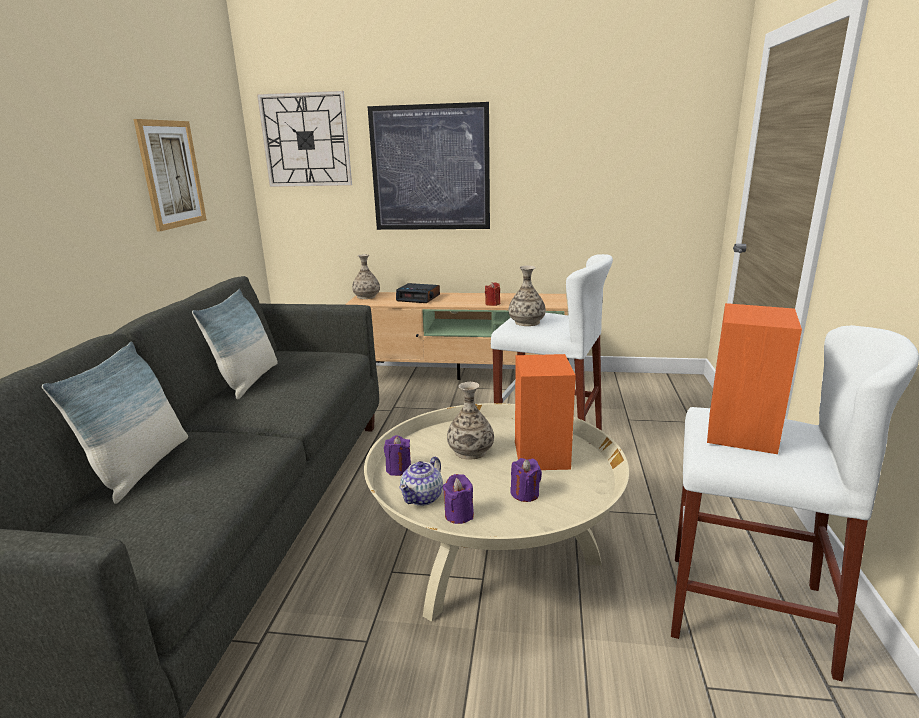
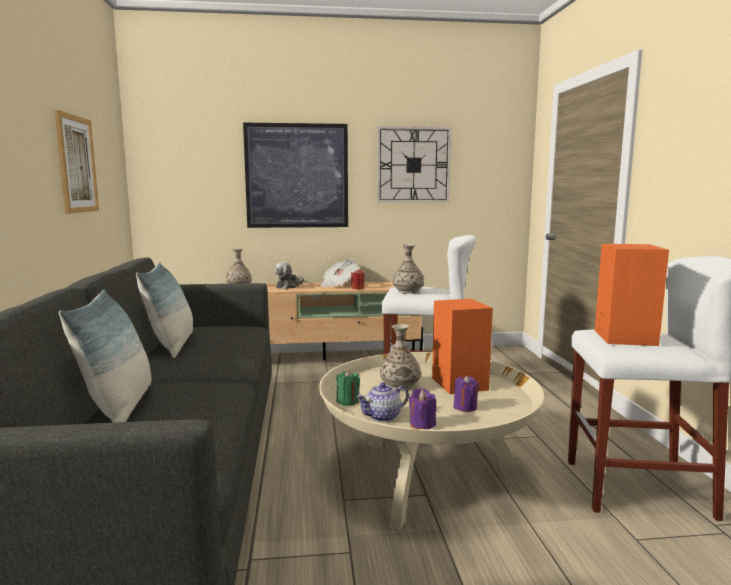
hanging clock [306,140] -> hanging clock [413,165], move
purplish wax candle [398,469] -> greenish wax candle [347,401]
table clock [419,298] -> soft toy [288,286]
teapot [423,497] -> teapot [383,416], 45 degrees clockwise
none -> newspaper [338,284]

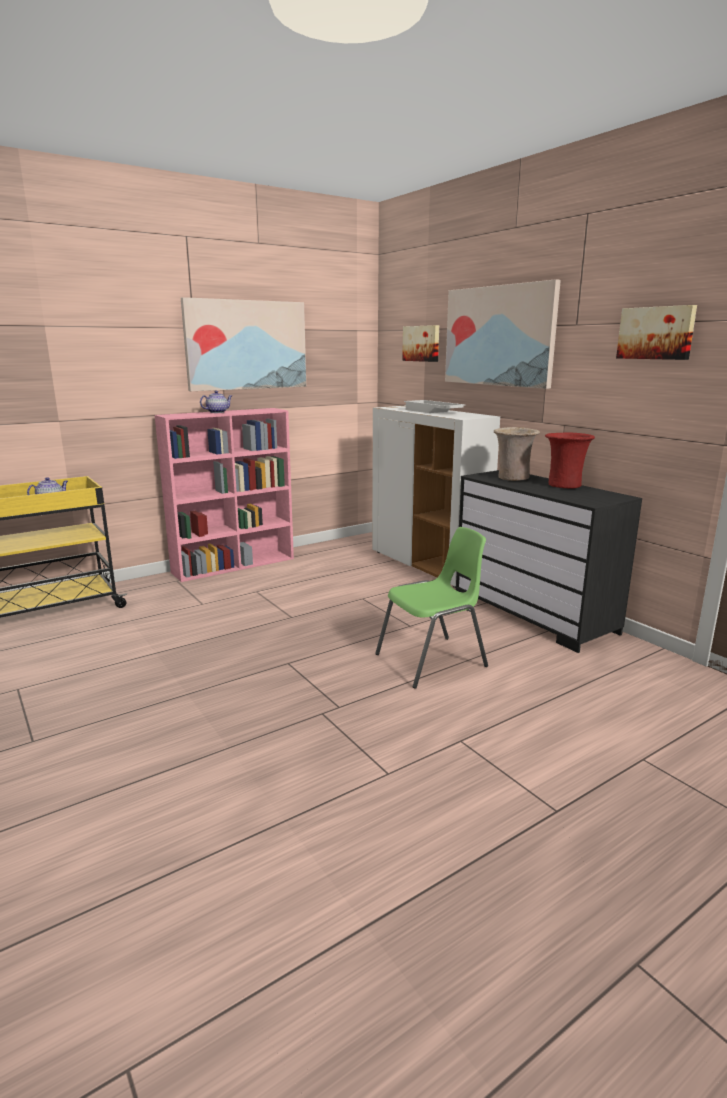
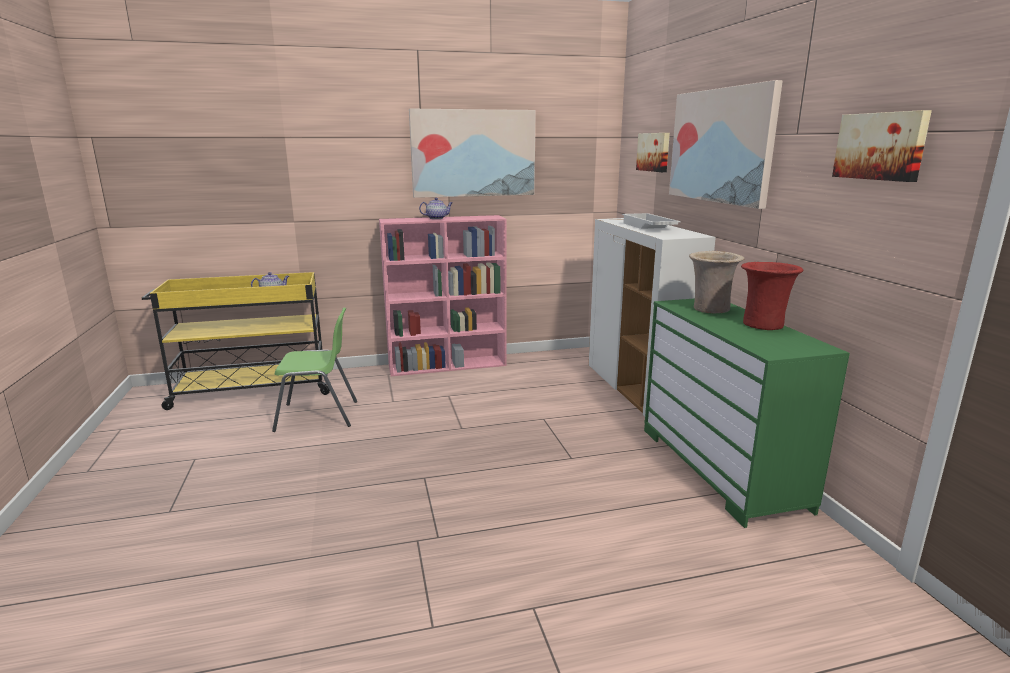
greenish plain chair [433,661] -> greenish plain chair [318,416], move
black chest of drawers [533,613] -> greenish chest of drawers [721,467]

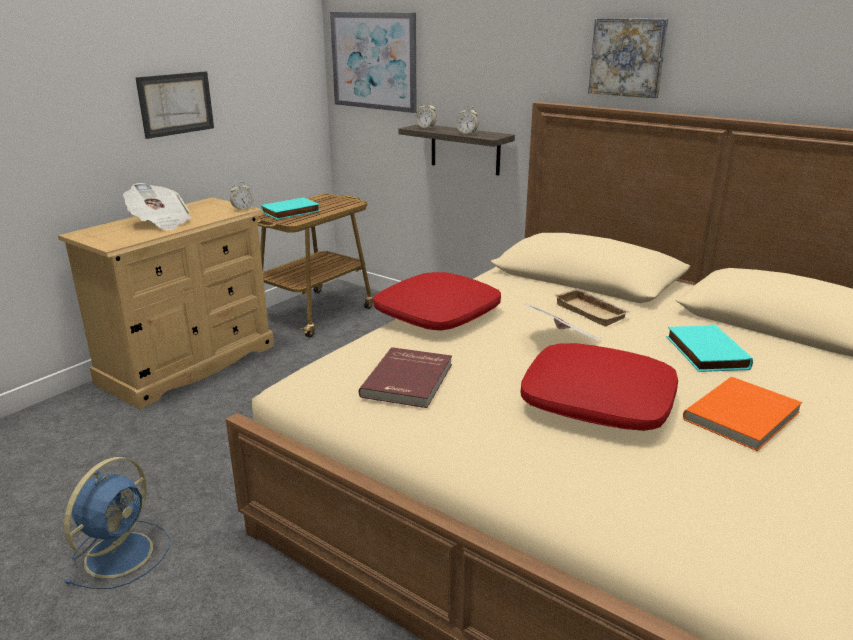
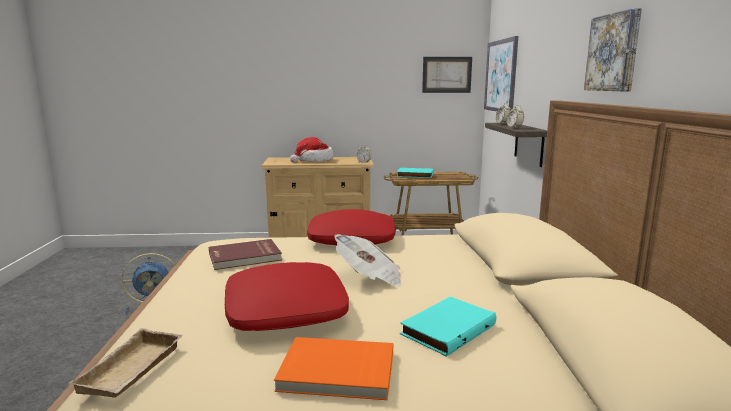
newspaper [160,223] -> clothing hat [313,160]
wall art [176,104] -> wall art [446,74], move
sand-coloured serving tray [592,312] -> sand-coloured serving tray [133,370], move

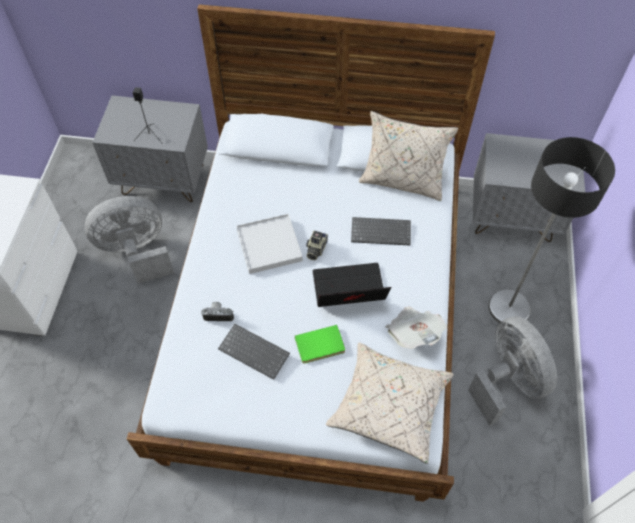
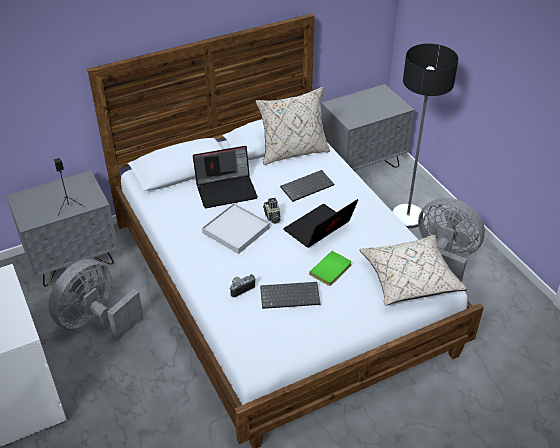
newspaper [413,333] -> none
none -> notebook computer [227,190]

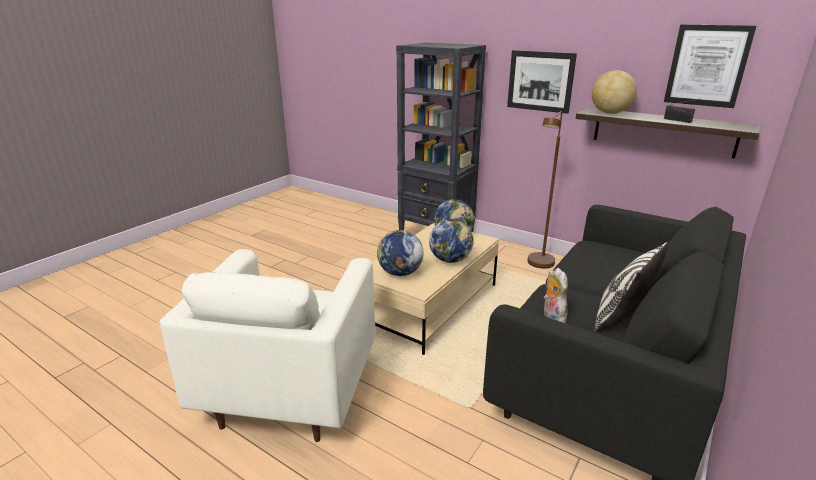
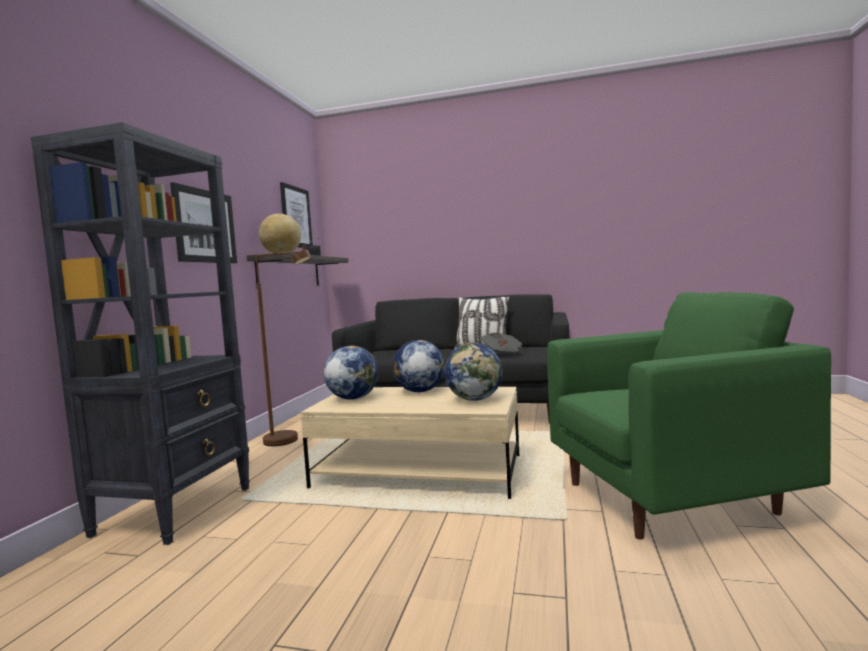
white-coloured armchair [291,391] -> greenish armchair [668,498]
soft toy [551,317] -> newspaper [503,354]

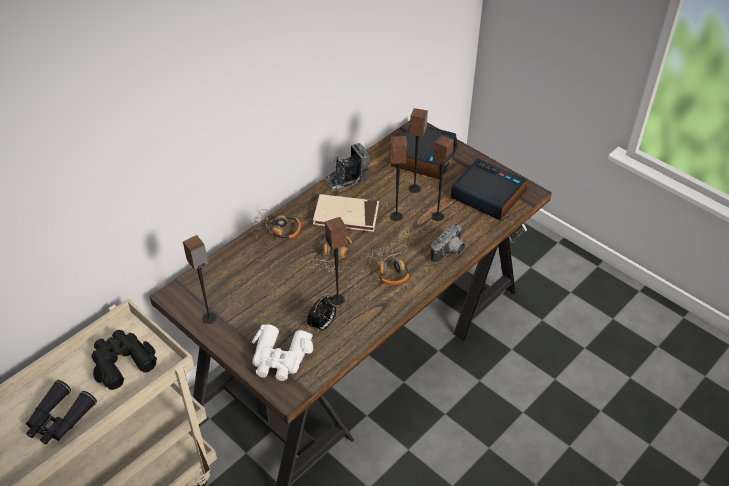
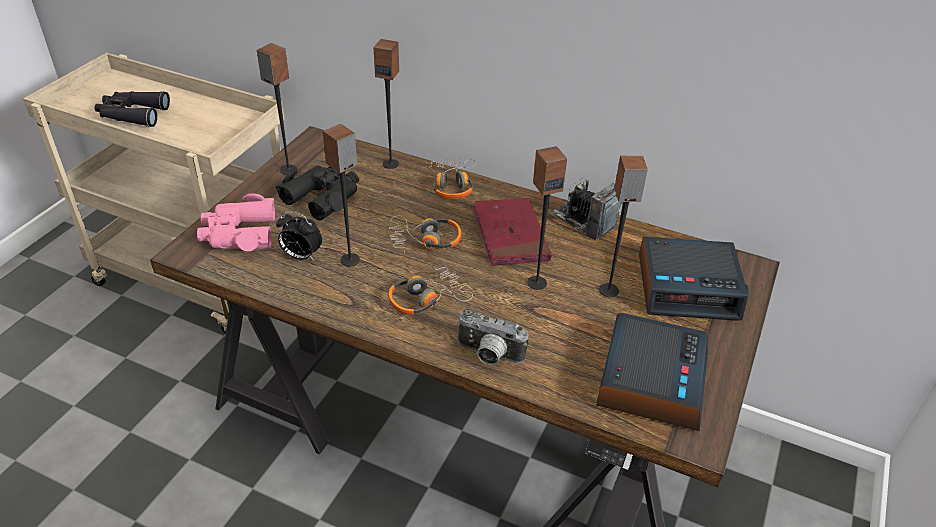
black field glasses [122,361] -> black field glasses [323,196], move
white-coloured field glasses [280,358] -> pink-coloured field glasses [239,234]
sand-coloured volume [346,215] -> red-coloured volume [510,235]
speaker [437,216] -> speaker [391,164], move

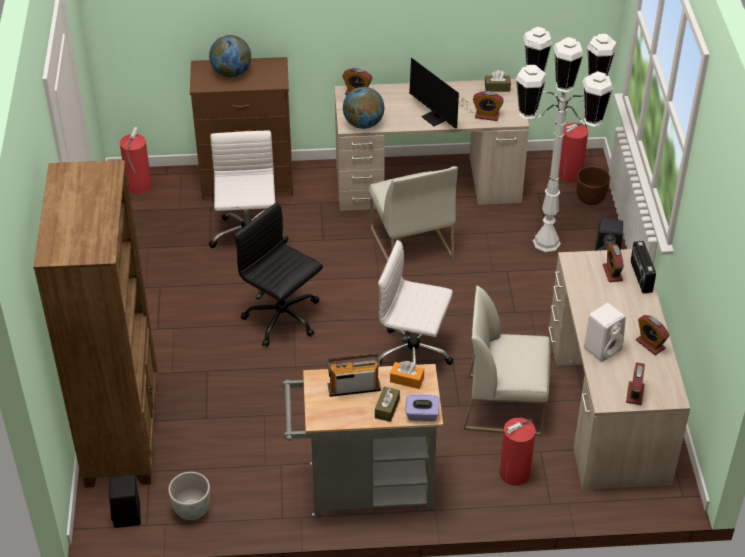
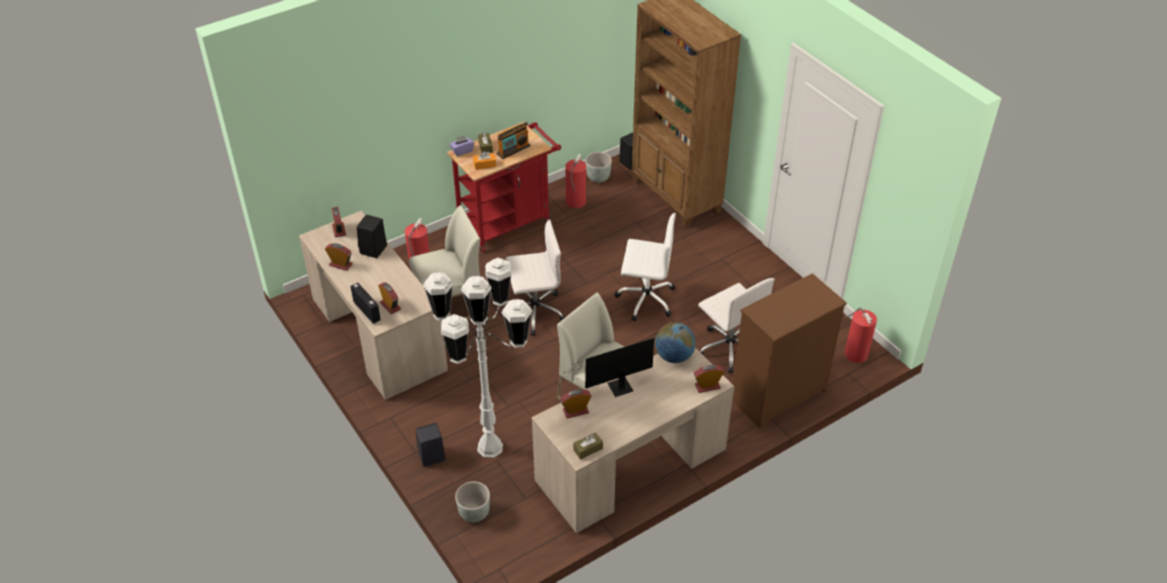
world globe [231,73] -> none
black office chair [283,319] -> white-coloured office chair [645,299]
grey wheeled cart [362,490] -> red-coloured wheeled cart [509,222]
computer display [436,120] -> computer display [616,387], 45 degrees counterclockwise
fire-fighting cylinder [571,173] -> fire-fighting cylinder [575,202], move
brown-coloured planter [591,199] -> grey planter [474,513]
white-coloured speaker [603,348] -> black speaker [373,250]

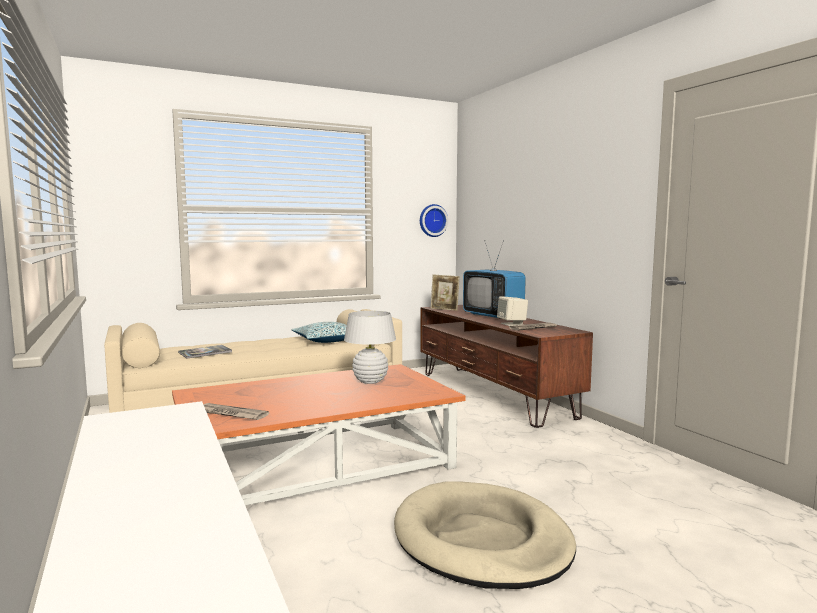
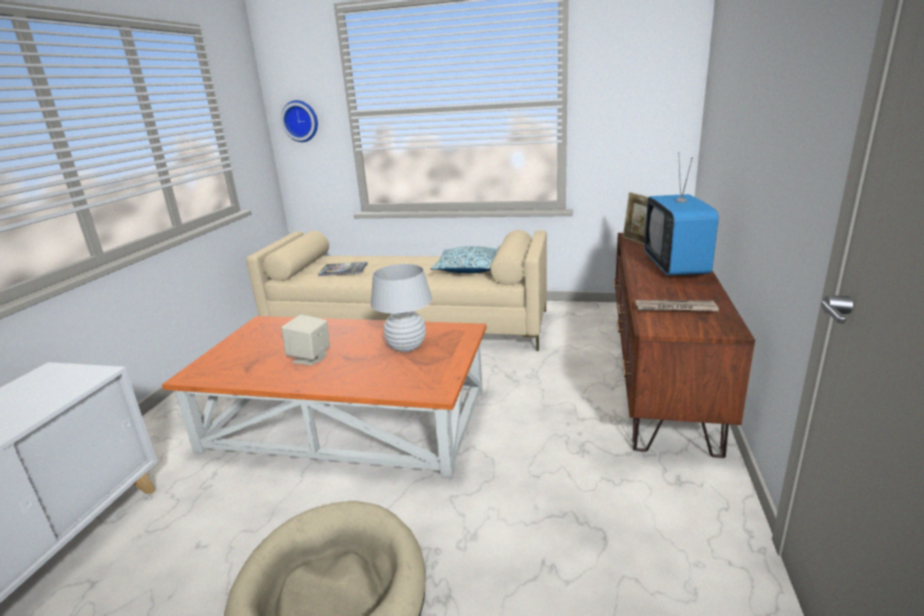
newspaper [230,414] -> none
hanging clock [432,220] -> hanging clock [301,121], move
sand-coloured speaker [512,324] -> sand-coloured speaker [310,358], move

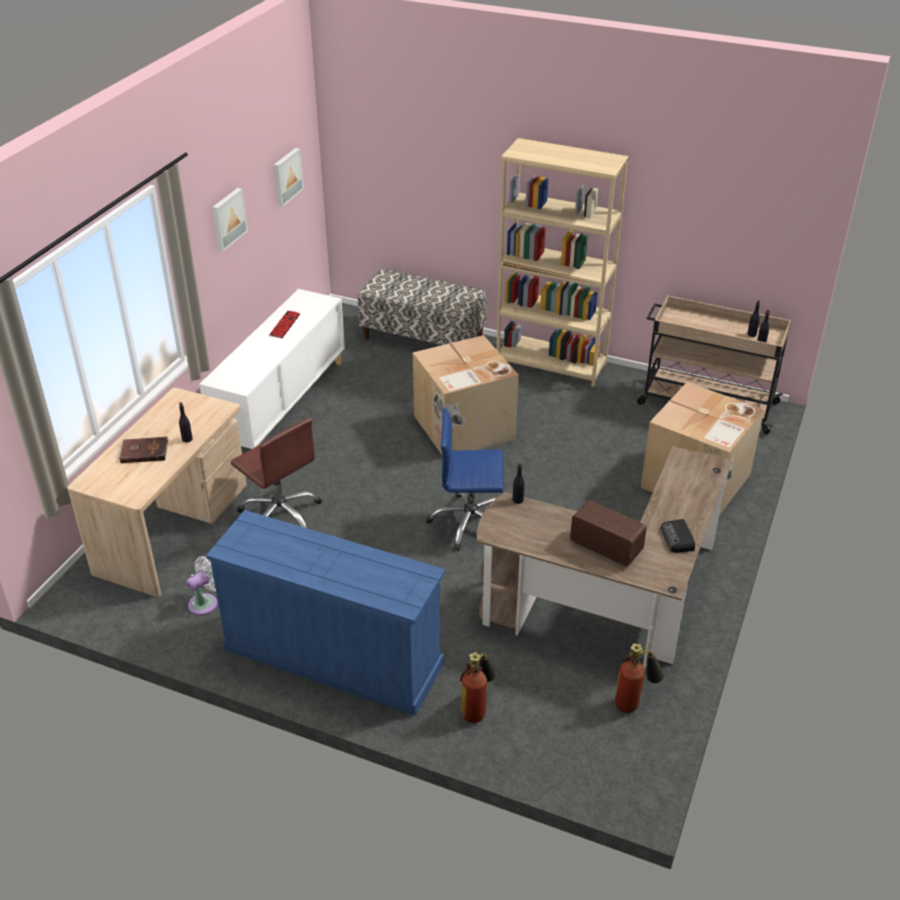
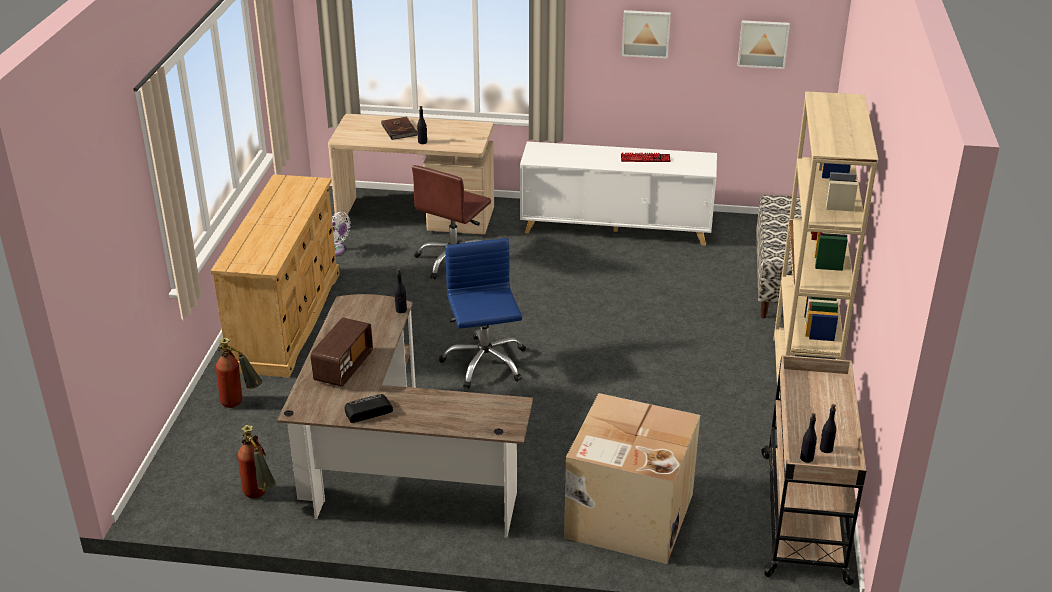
bluish chest of drawers [332,657] -> sand-coloured chest of drawers [286,319]
carton [463,428] -> none

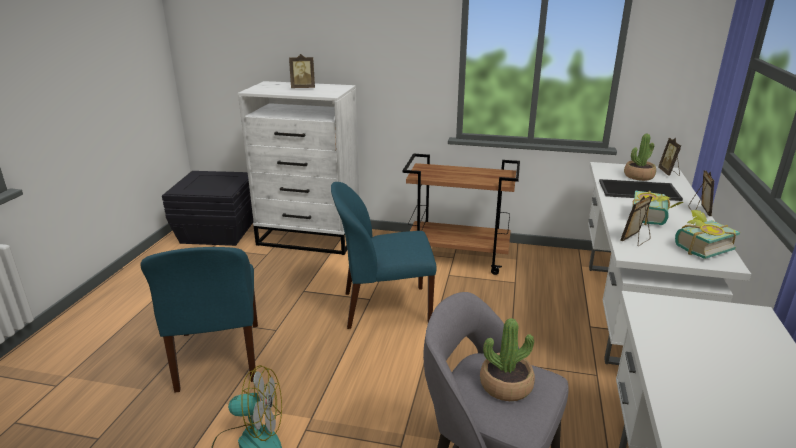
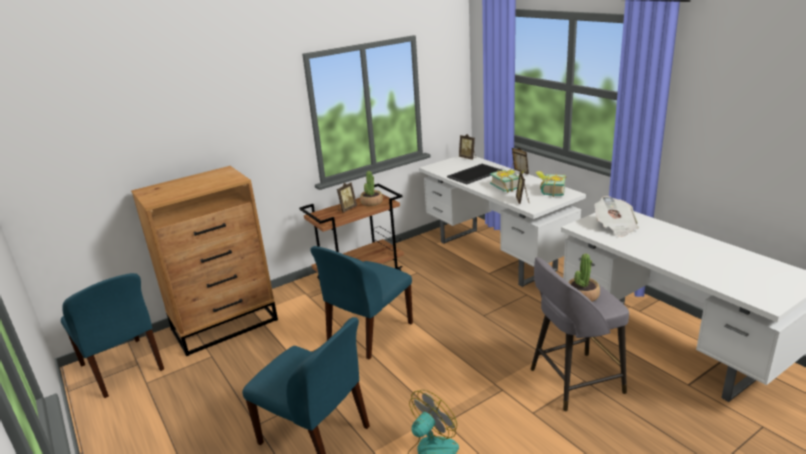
black storage bin [217,231] -> bluish plain chair [123,368]
white-coloured chest of drawers [310,238] -> brown-coloured chest of drawers [225,324]
standing frame [303,88] -> standing frame [346,209], move
potted plant [638,176] -> potted plant [371,202], move
none -> newspaper [615,227]

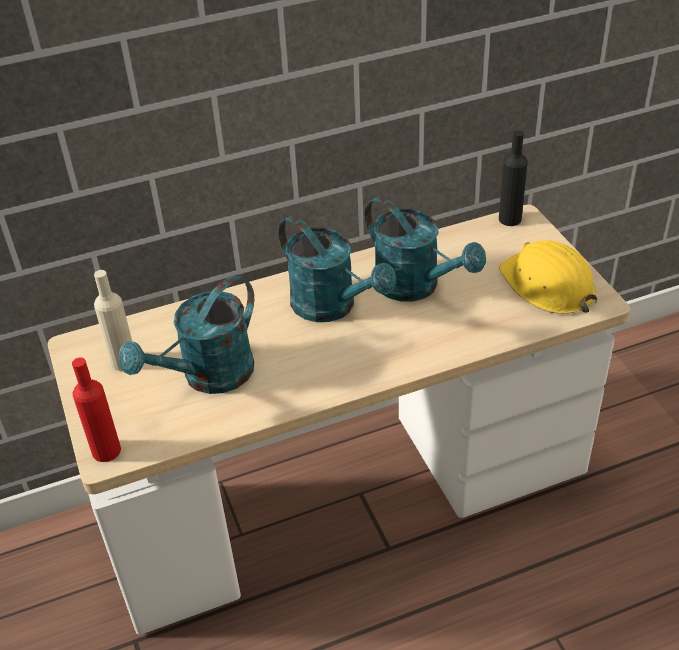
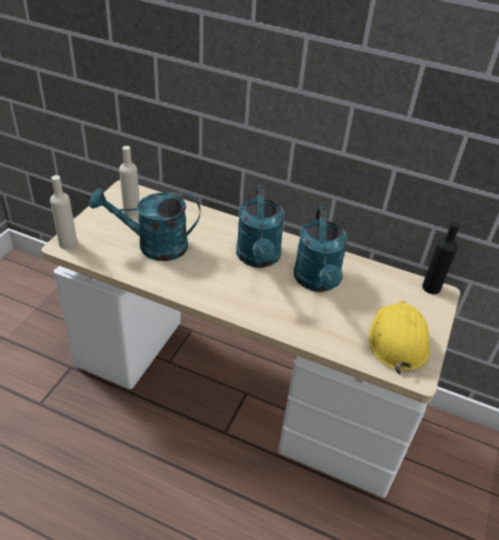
red-coloured drink bottle [106,450] -> sand-coloured drink bottle [68,243]

